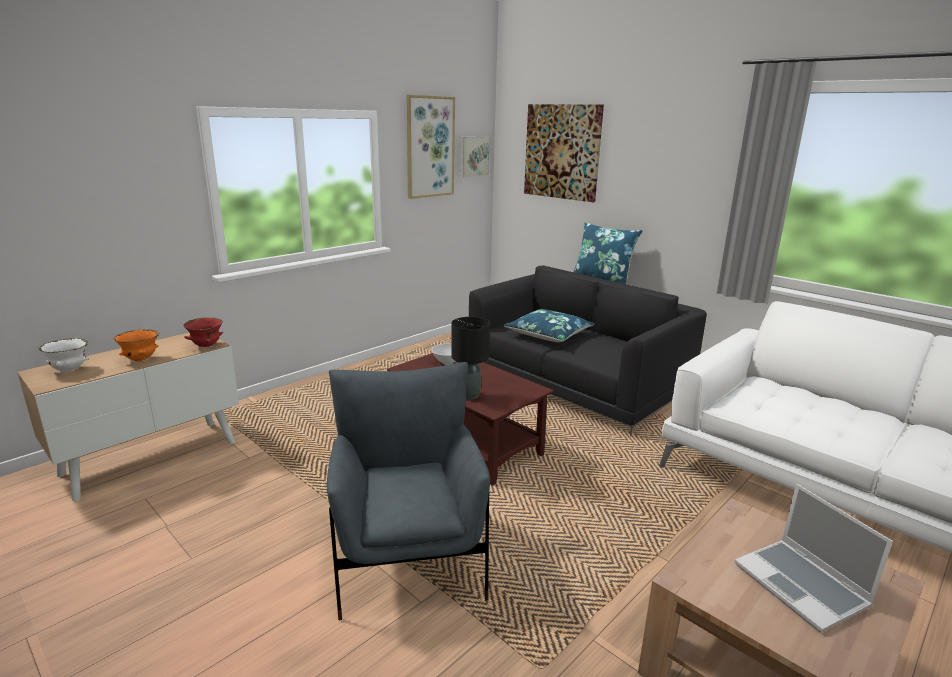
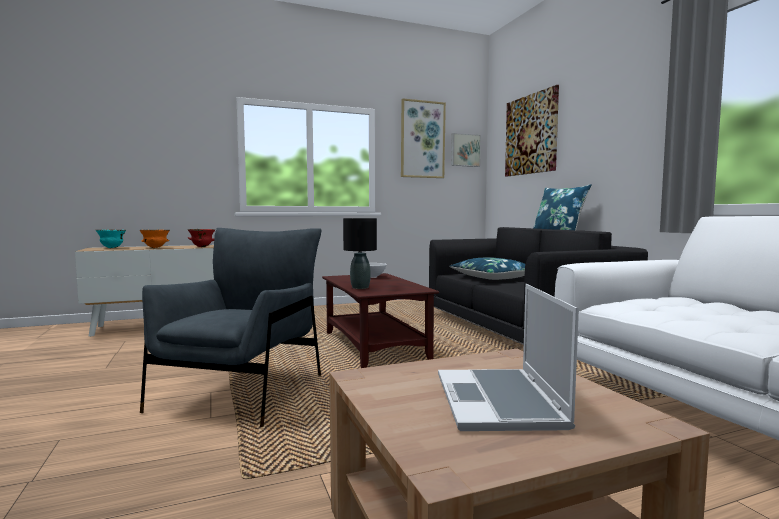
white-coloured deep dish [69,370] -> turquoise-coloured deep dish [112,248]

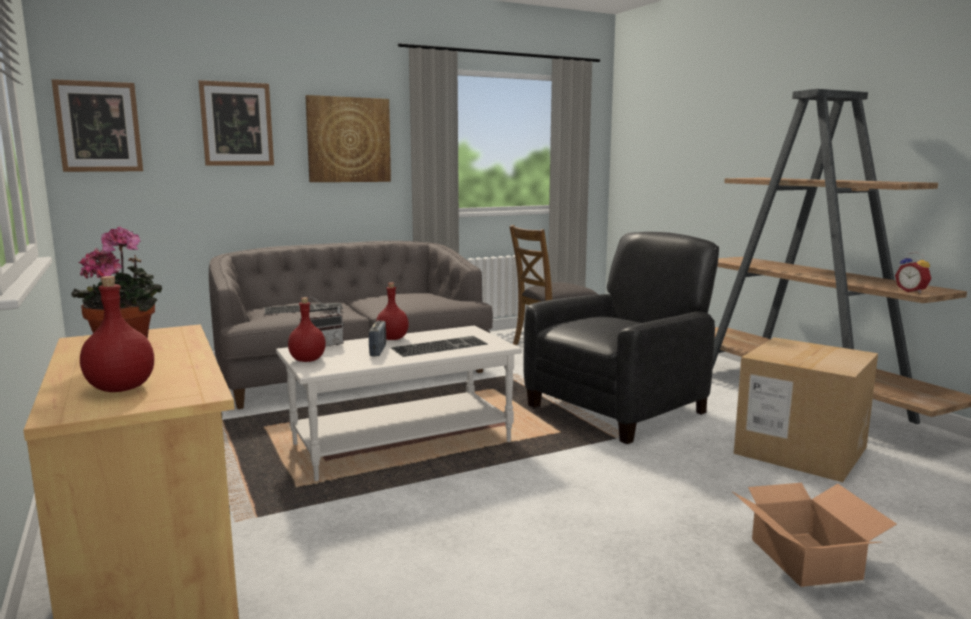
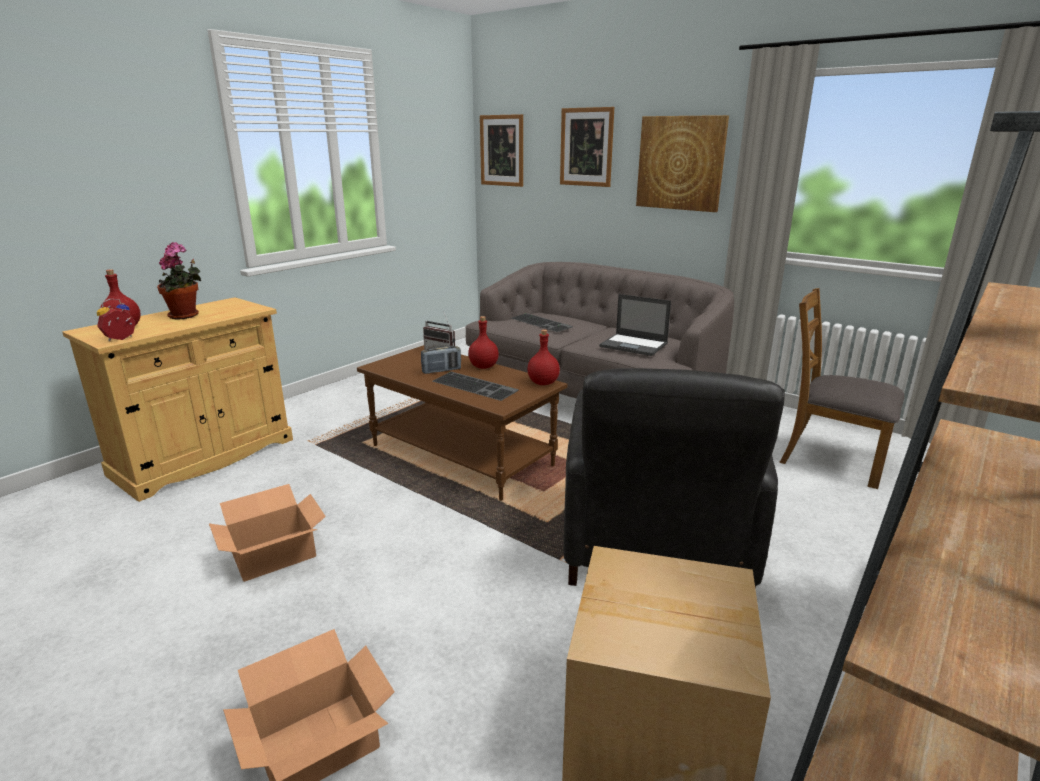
white-coloured low table [402,442] -> brown-coloured low table [463,455]
red-coloured drink bottle [308,360] -> red-coloured drink bottle [543,383], move
black armchair [618,408] -> black armchair [655,546], 75 degrees clockwise
table clock [912,291] -> table clock [121,339], move
none -> carton [272,554]
none -> notebook computer [634,345]

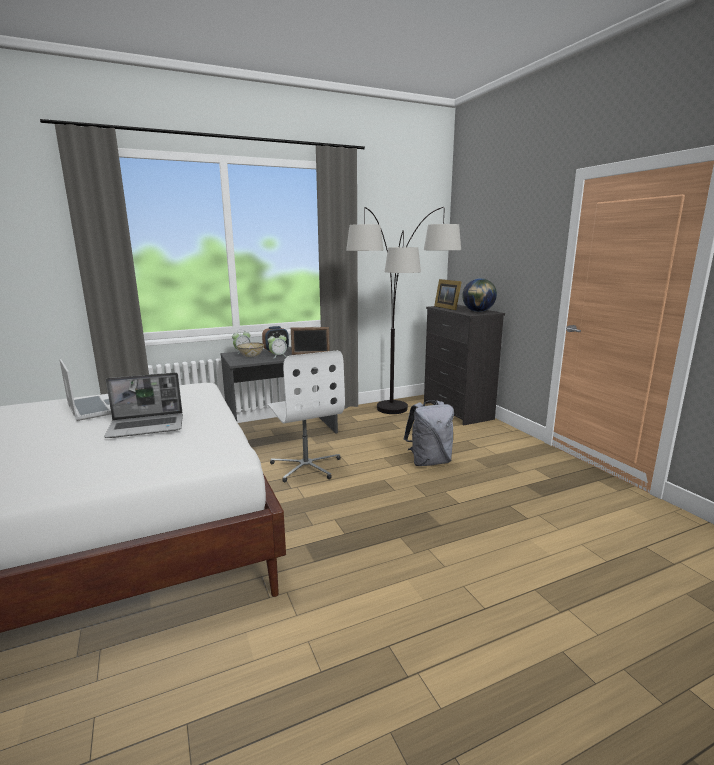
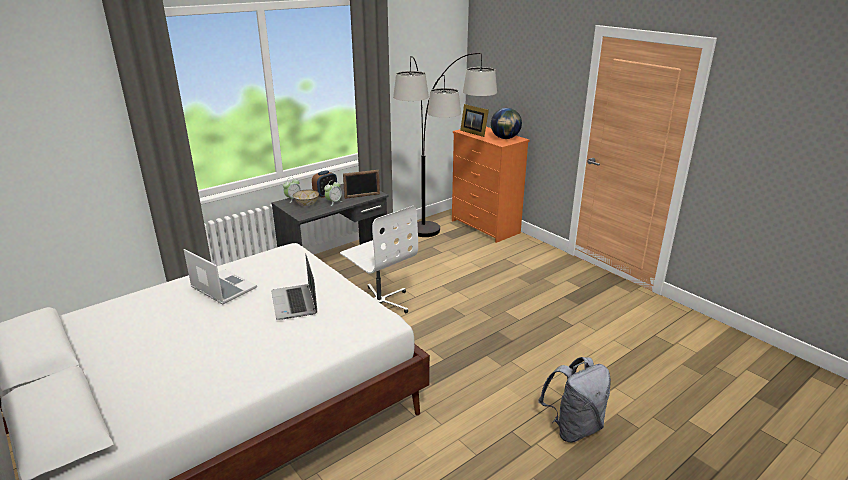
notebook computer [147,427] -> notebook computer [295,303], 105 degrees clockwise
grey knapsack [429,462] -> grey knapsack [573,428], move
black chest of drawers [457,411] -> orangey chest of drawers [485,227]

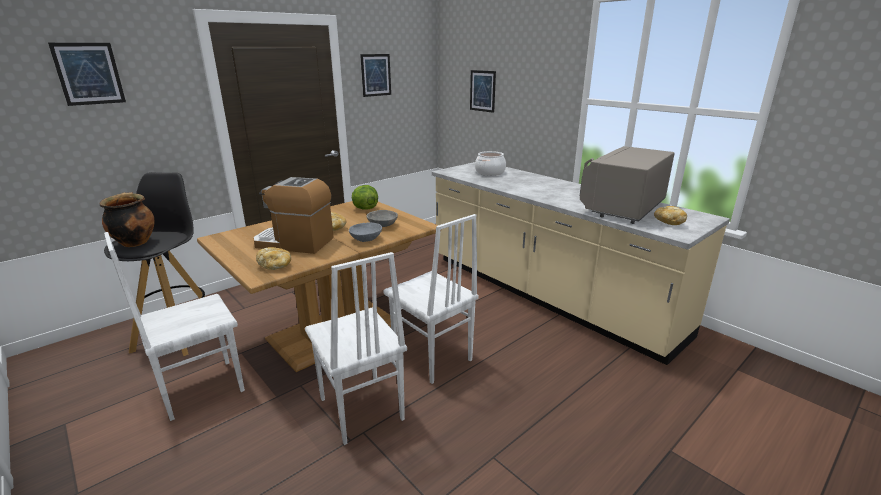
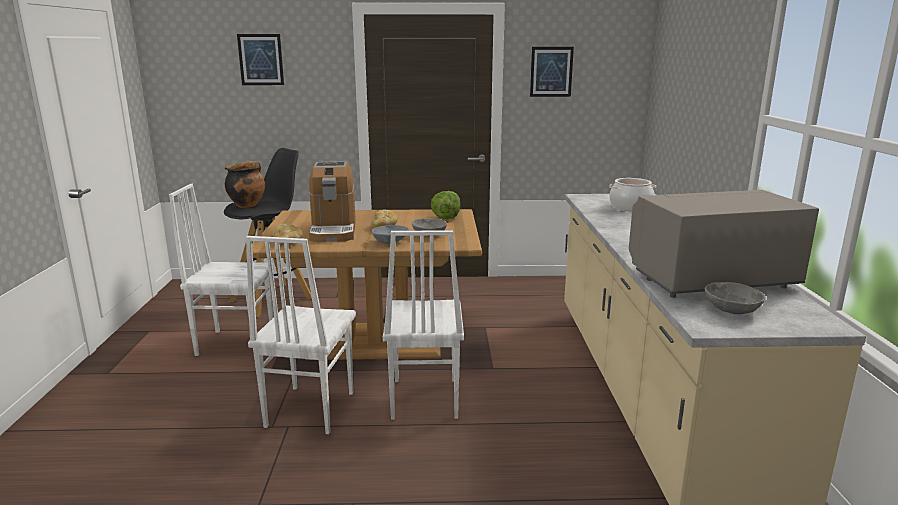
coffee brewer [294,243] -> coffee brewer [333,230], 150 degrees counterclockwise
wall art [482,91] -> none
bread [668,222] -> grey deep dish [730,310]

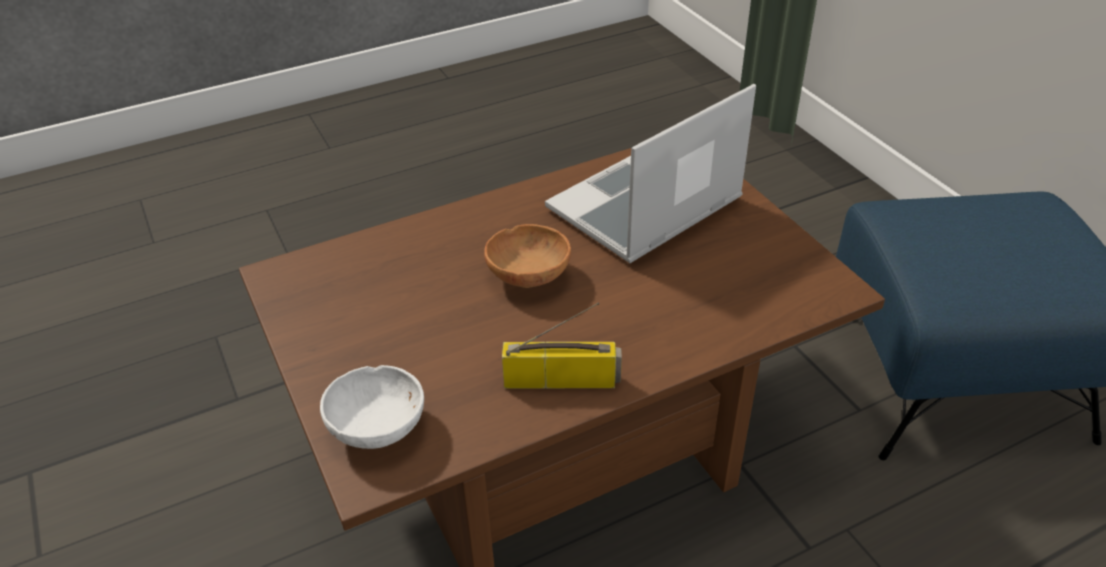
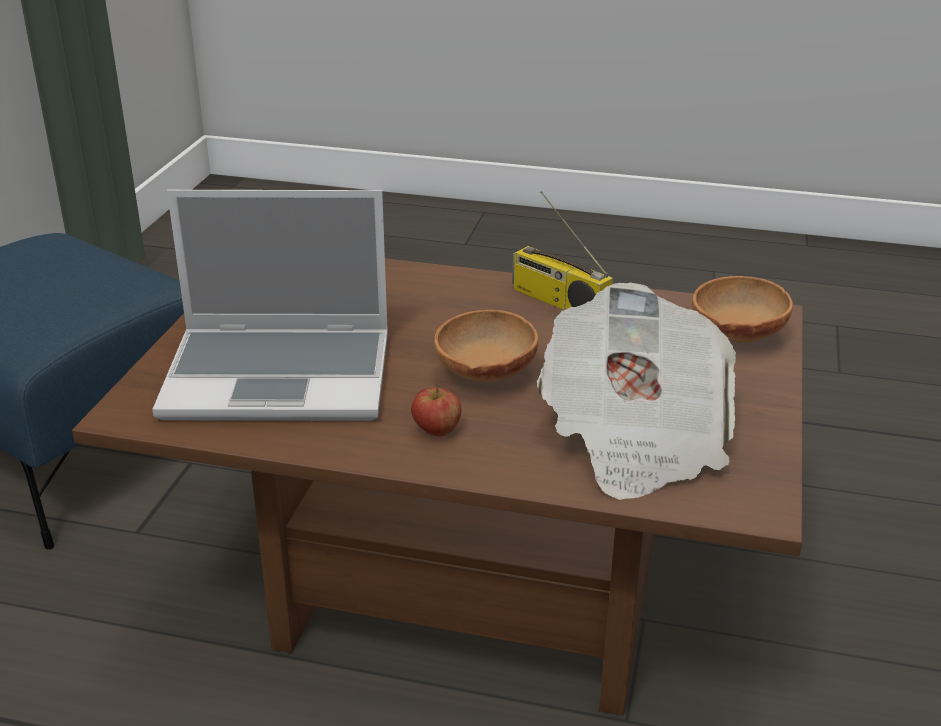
white-coloured deep dish [379,427] -> brown-coloured deep dish [735,336]
none -> apple fruit [436,430]
none -> newspaper [634,437]

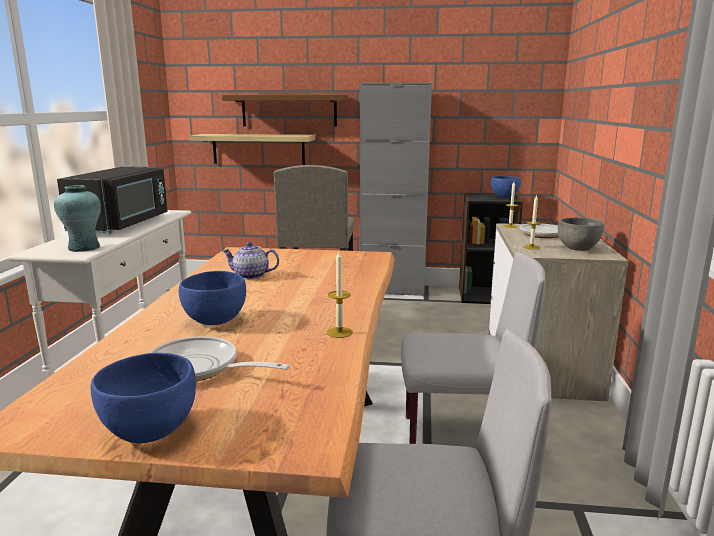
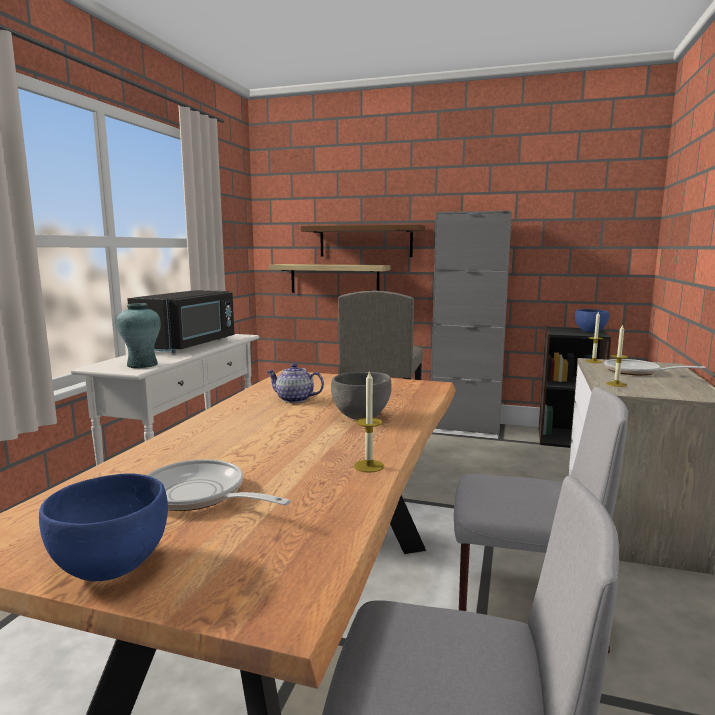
bluish deep dish [214,321] -> none
grey deep dish [577,248] -> grey deep dish [361,416], move

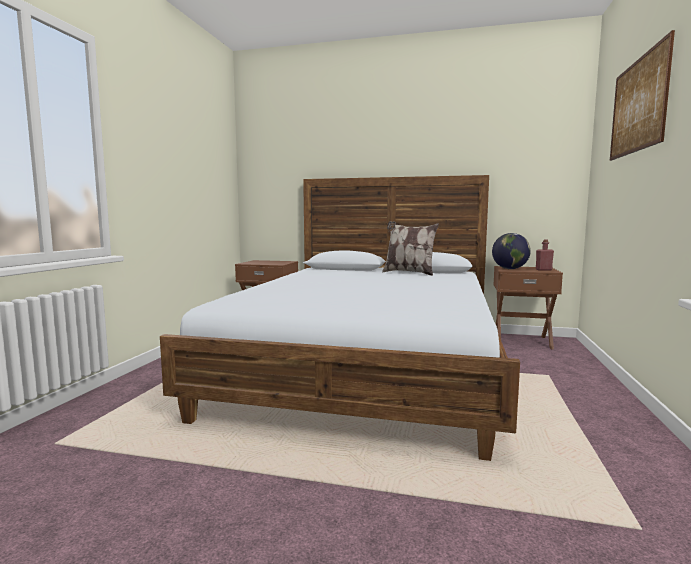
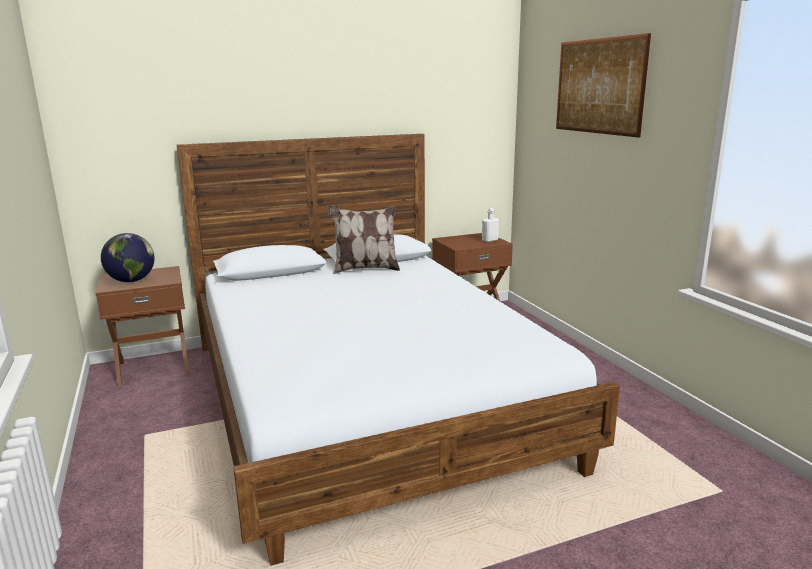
world globe [510,269] -> world globe [132,280], move
red-coloured drink bottle [543,270] -> white-coloured drink bottle [489,240]

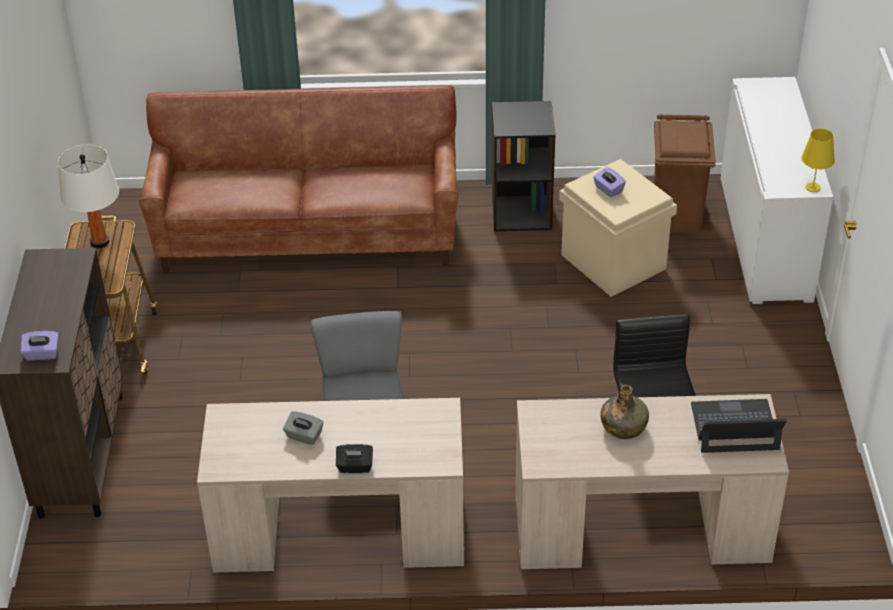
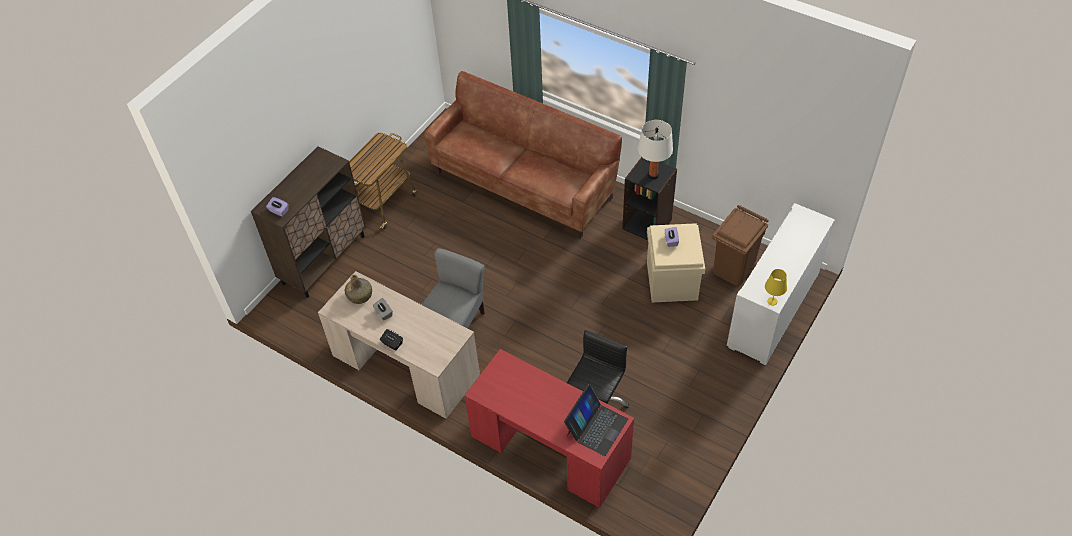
white-coloured table lamp [100,242] -> white-coloured table lamp [653,175], move
sand-coloured desk table [639,525] -> red-coloured desk table [550,446]
greenish drink bottle [623,427] -> greenish drink bottle [360,296], move
notebook computer [735,427] -> notebook computer [596,427], 90 degrees clockwise

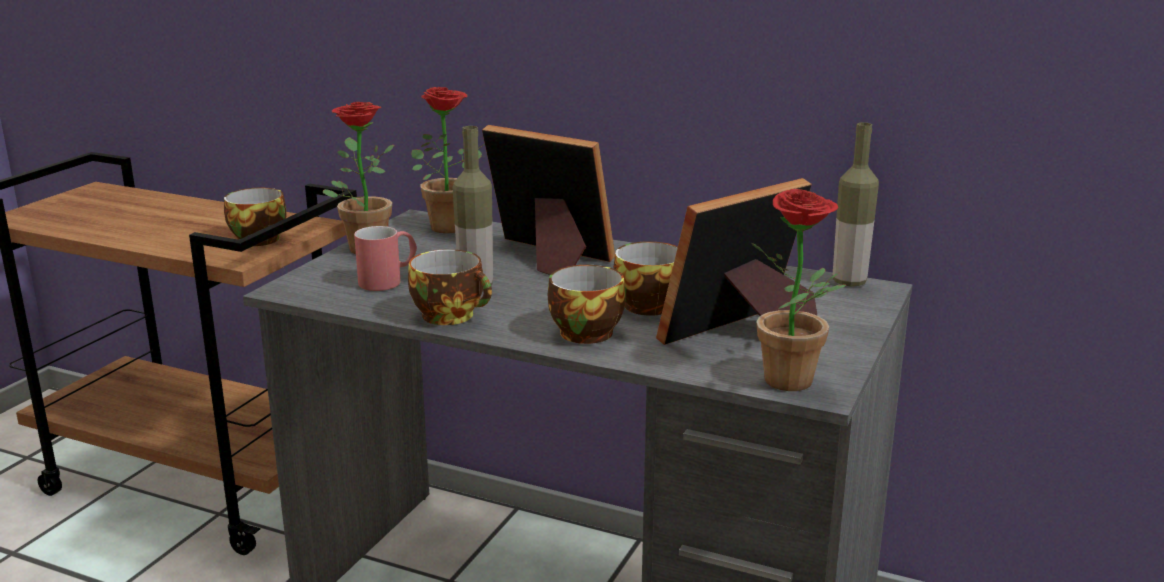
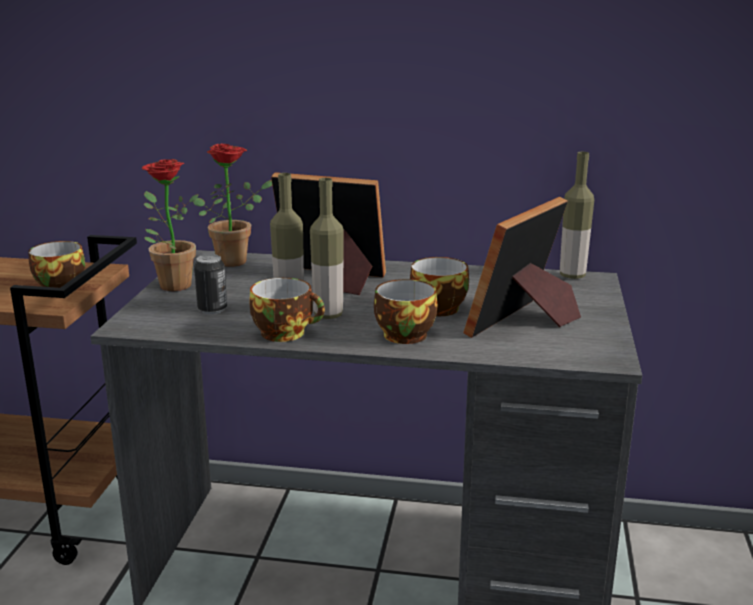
red-coloured mug [389,280] -> sealed can [212,310]
potted plant [797,384] -> none
none -> drink bottle [328,315]

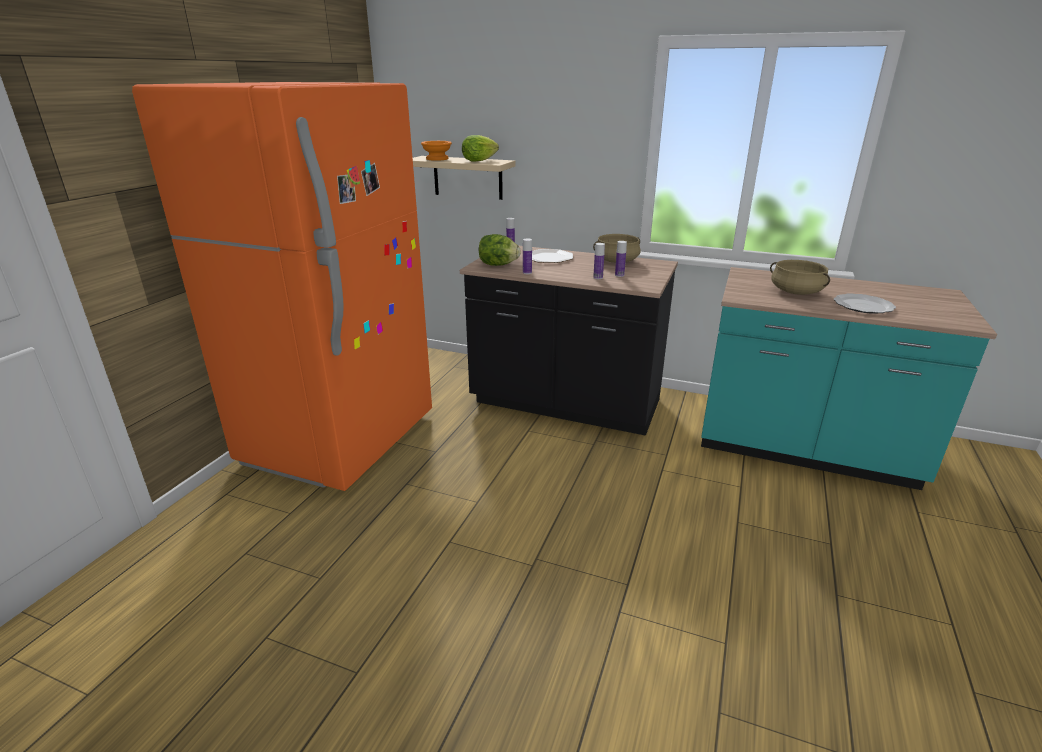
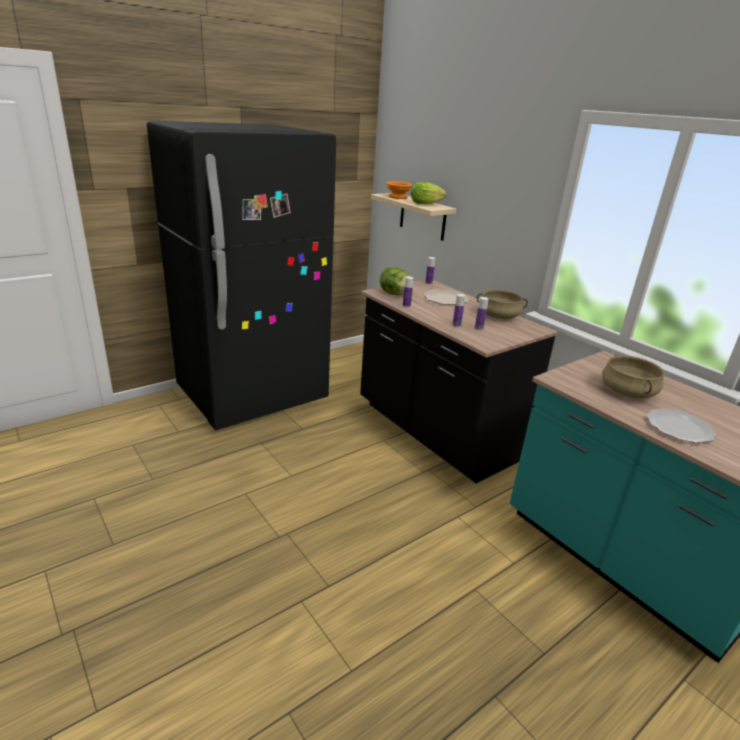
orangey kitchen fridge [340,439] -> black kitchen fridge [253,396]

